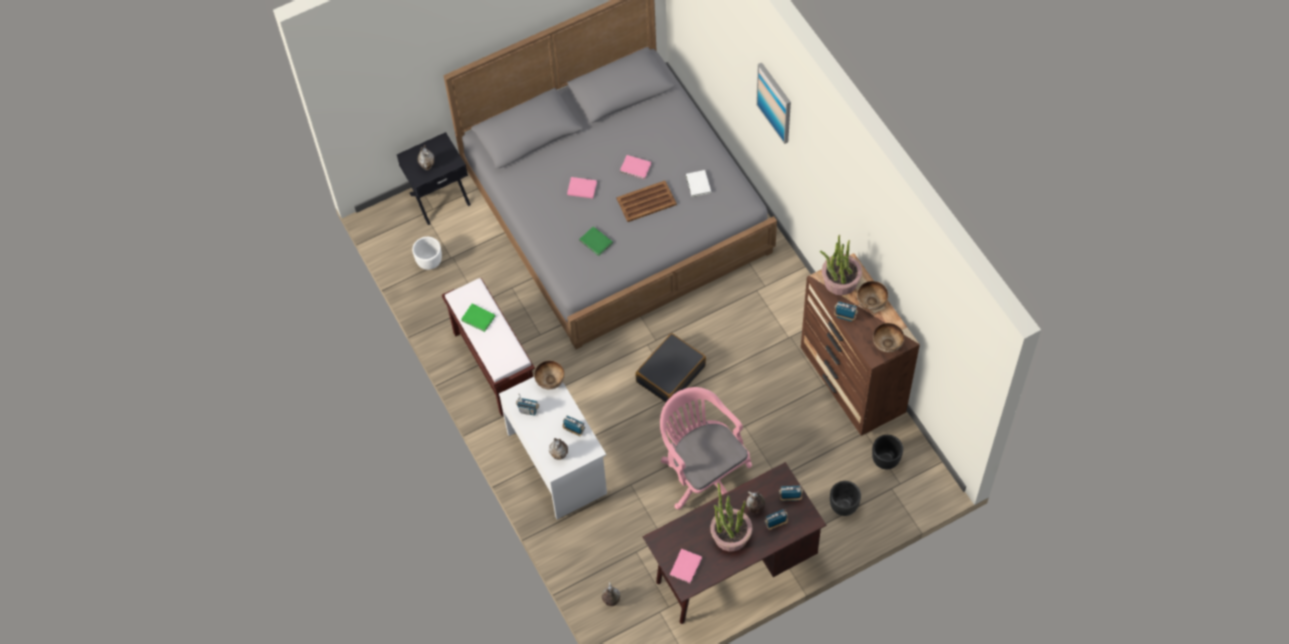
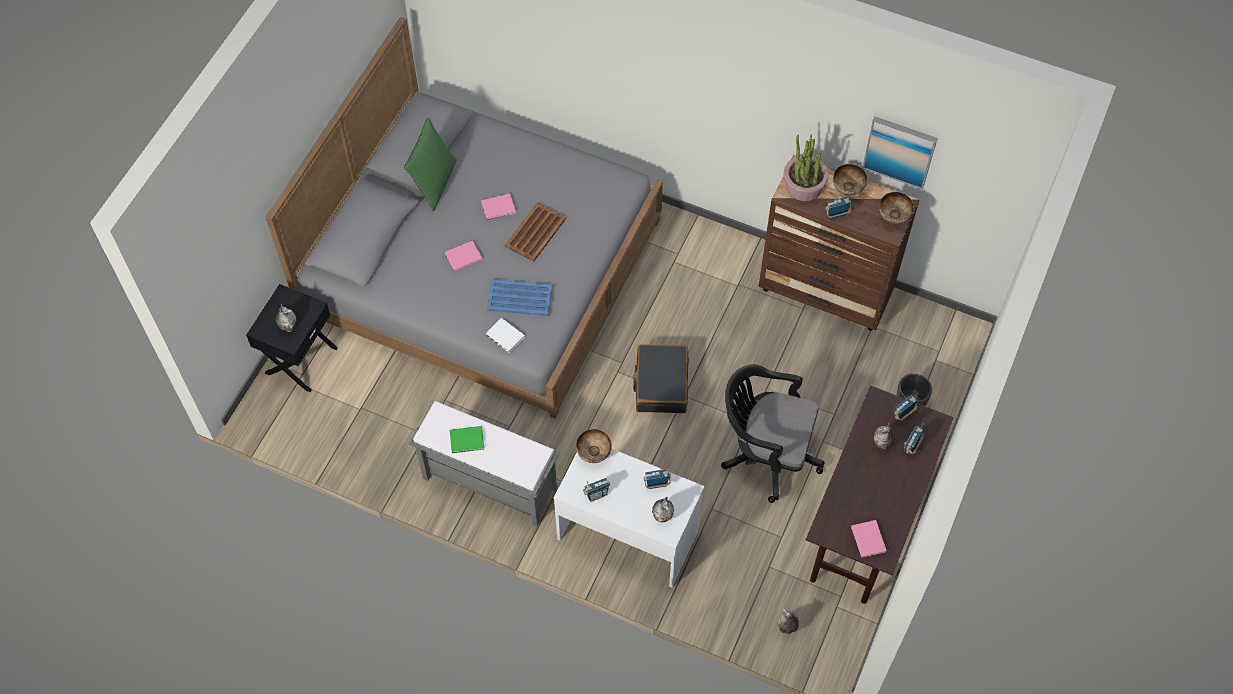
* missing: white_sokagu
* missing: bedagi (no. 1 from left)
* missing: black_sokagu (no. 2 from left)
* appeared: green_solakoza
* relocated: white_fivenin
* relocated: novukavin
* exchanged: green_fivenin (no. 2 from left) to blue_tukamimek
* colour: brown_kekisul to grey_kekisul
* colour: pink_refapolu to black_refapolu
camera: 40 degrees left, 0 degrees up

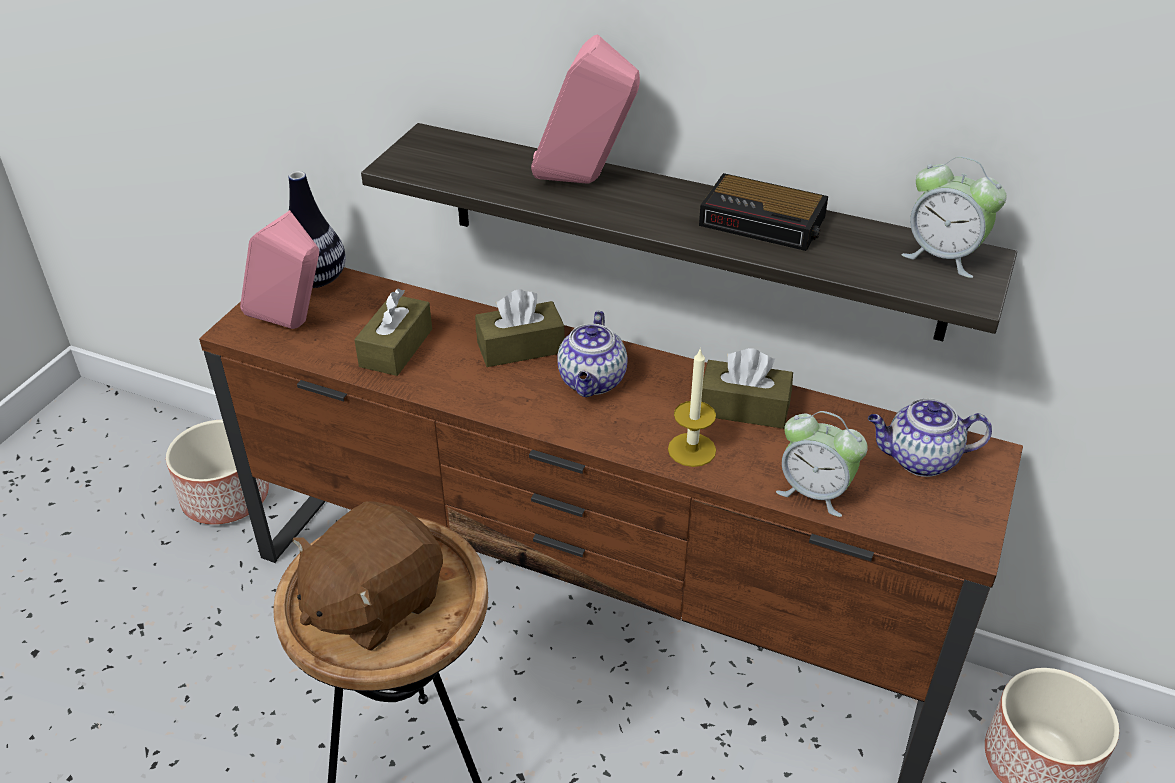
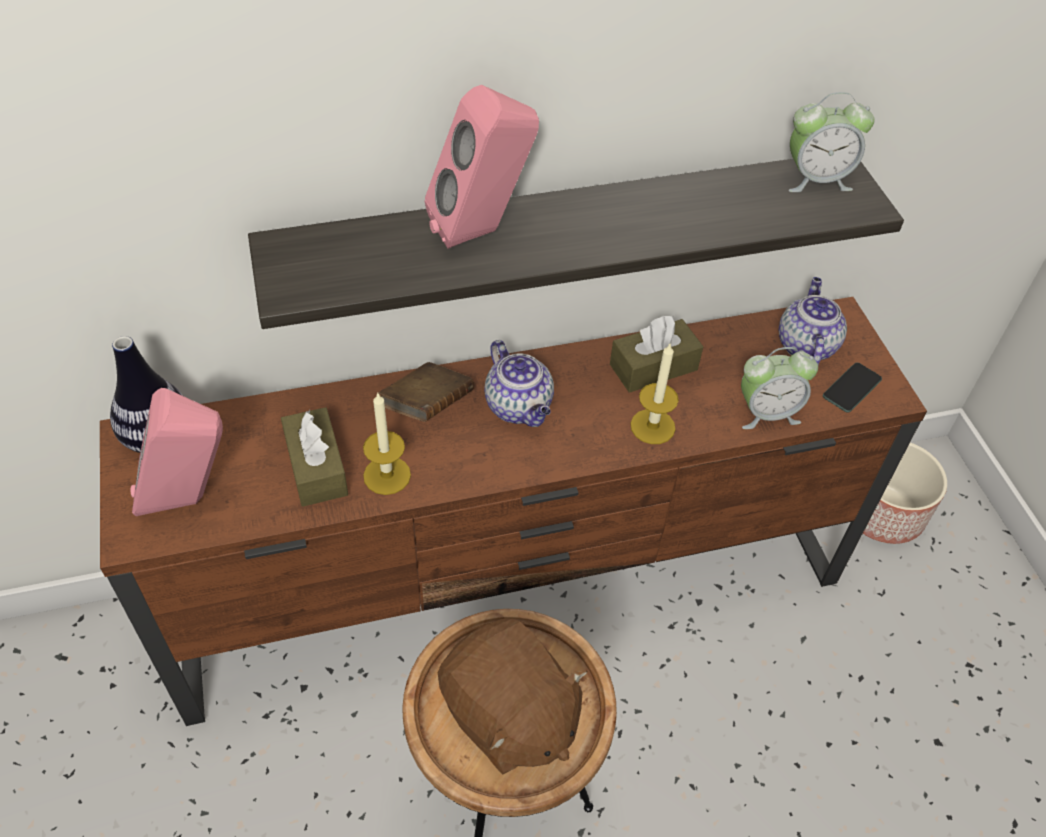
* missing: sokagu (no. 1 from left)
* missing: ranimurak (no. 1 from left)
* appeared: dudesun (no. 1 from left)
* appeared: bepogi
* exchanged: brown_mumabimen (no. 2 from left) to brown_fivenin
* spun: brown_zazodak 45 degrees counterclockwise
* spun: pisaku (no. 2 from left) 135 degrees clockwise
camera: 40 degrees left, 10 degrees up

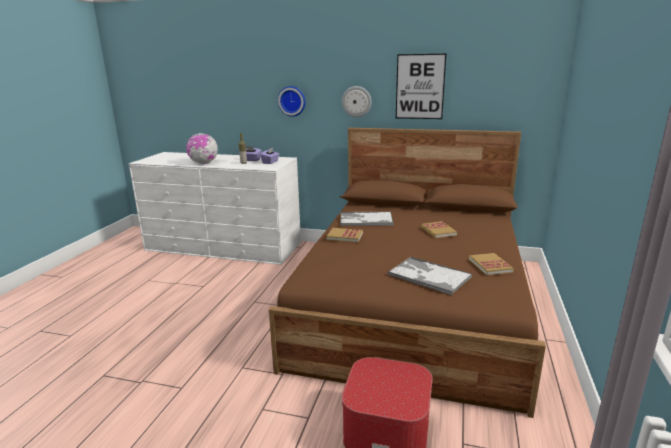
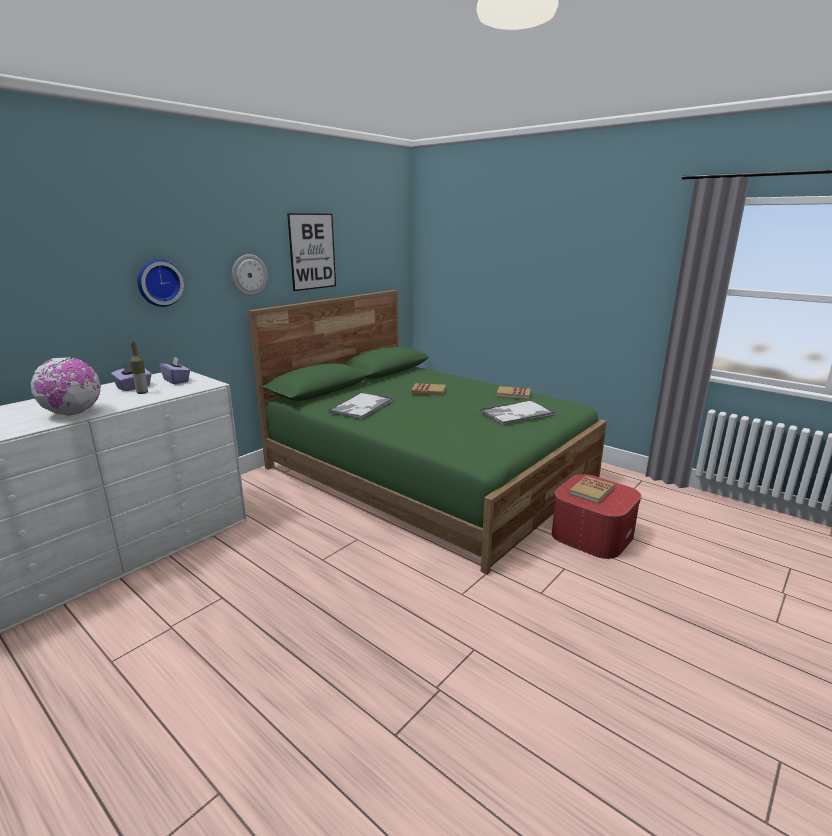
* relocated: fivenin (no. 1 from left in the first image) to fivenin (no. 3 from left)
* colour: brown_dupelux to green_dupelux
camera: 65 degrees left, 0 degrees up

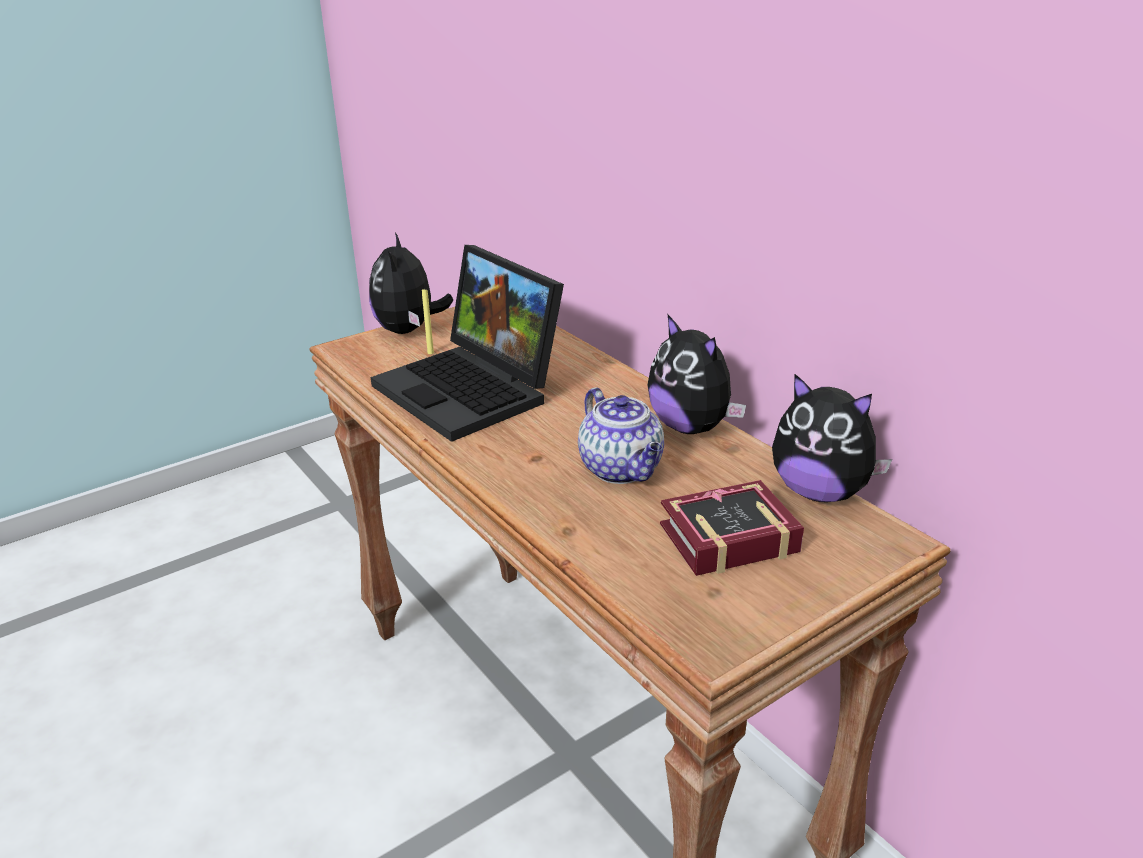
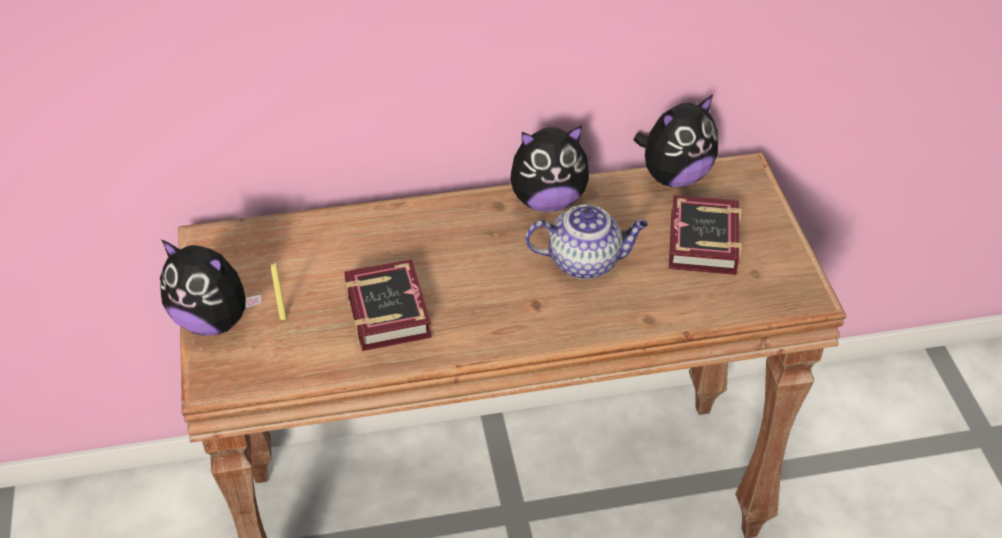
* exchanged: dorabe to fivenin (no. 1 from left)
camera: 65 degrees left, 15 degrees up

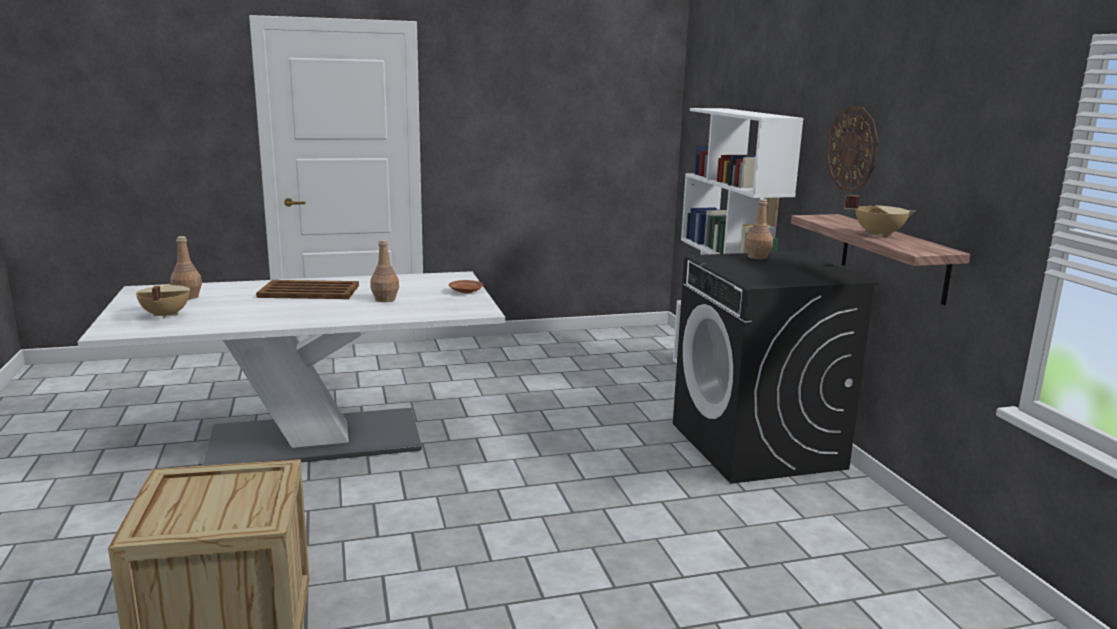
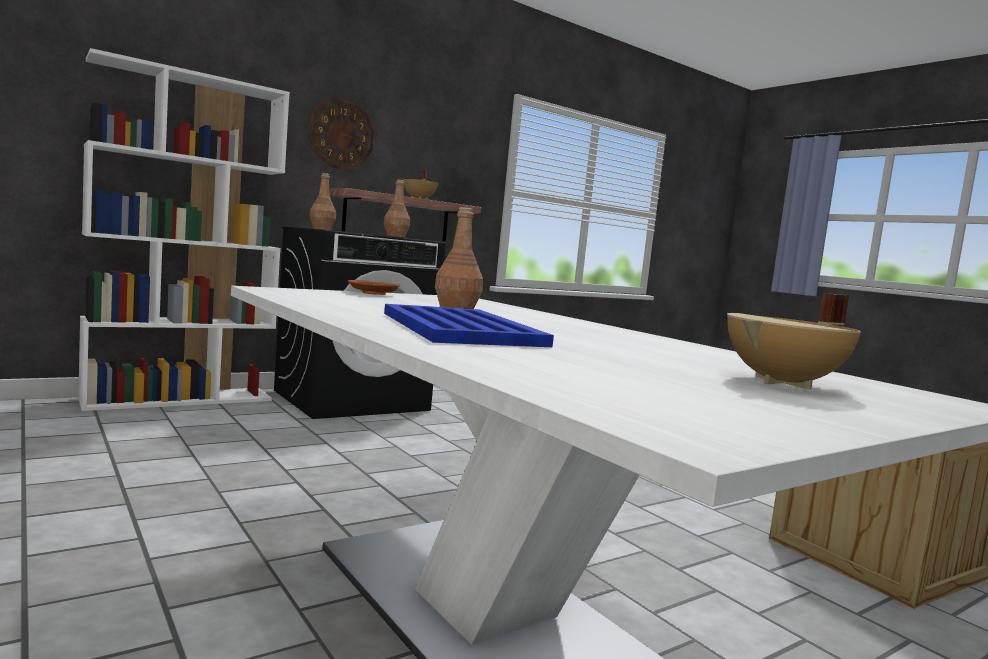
* relocated: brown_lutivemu (no. 1 from left in the first image) to brown_lutivemu (no. 2 from left)
* colour: brown_tukamimek to blue_tukamimek
camera: 110 degrees left, 10 degrees down

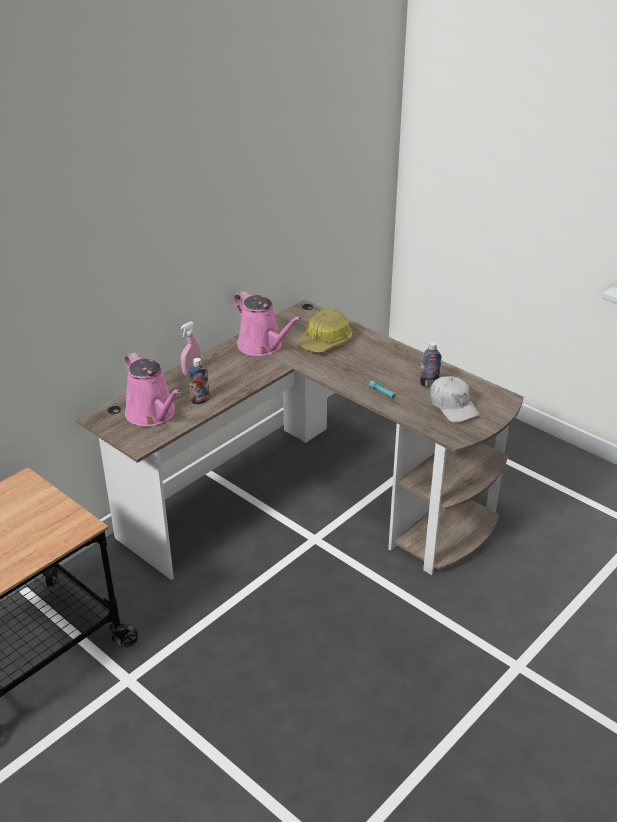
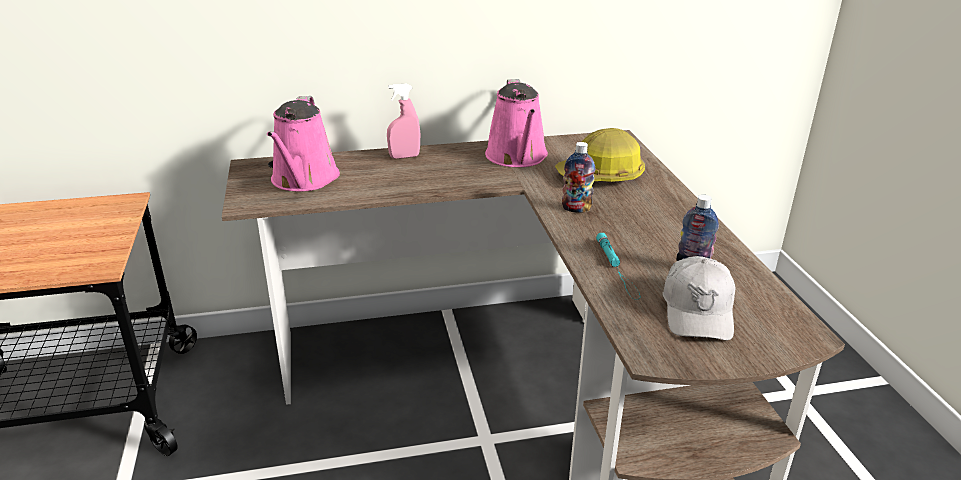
* relocated: lutivemu (no. 1 from left)
camera: 35 degrees right, 5 degrees down

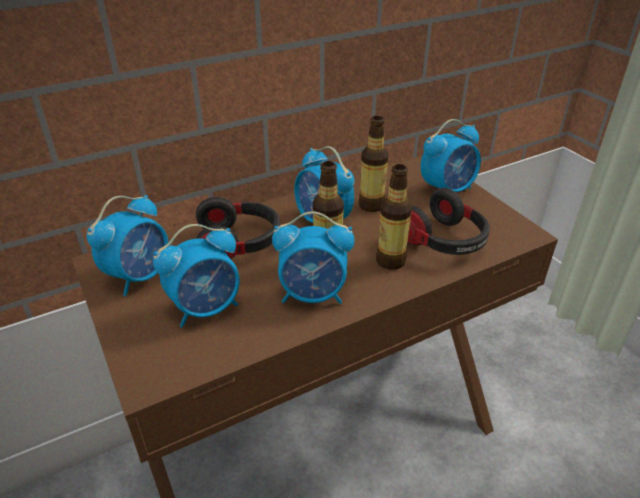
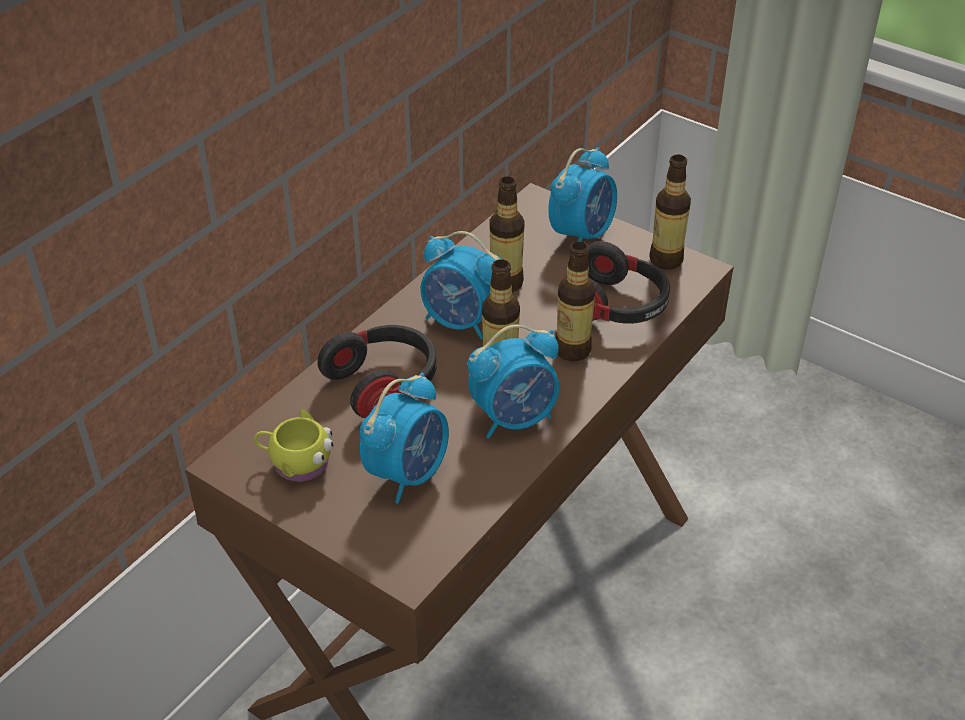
* appeared: lutivemu (no. 4 from left)
* exchanged: ranimurak (no. 1 from left) to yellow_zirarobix
camera: 25 degrees left, 5 degrees up

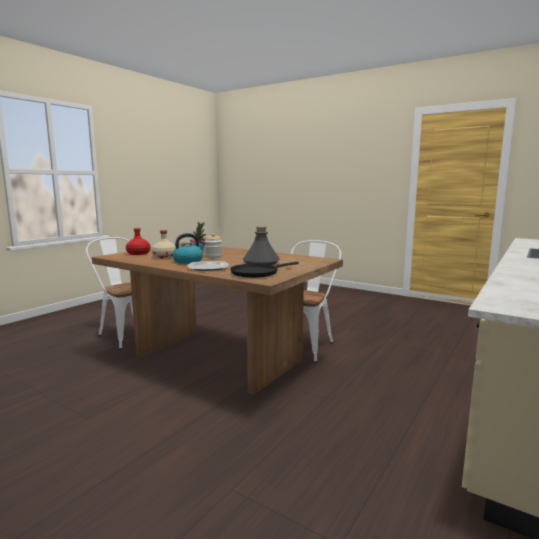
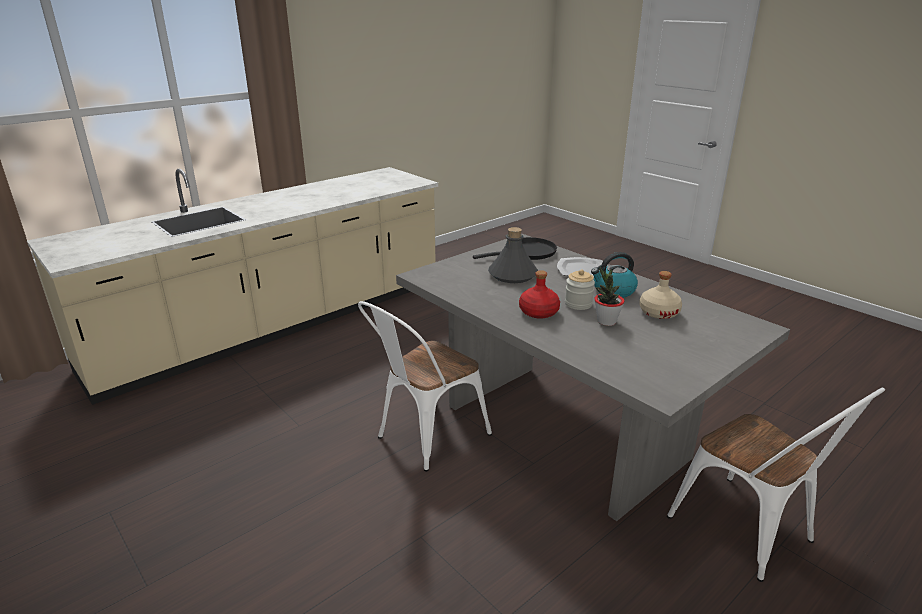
* relocated: red_lutivemu
* colour: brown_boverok to grey_boverok
camera: 165 degrees left, 15 degrees up

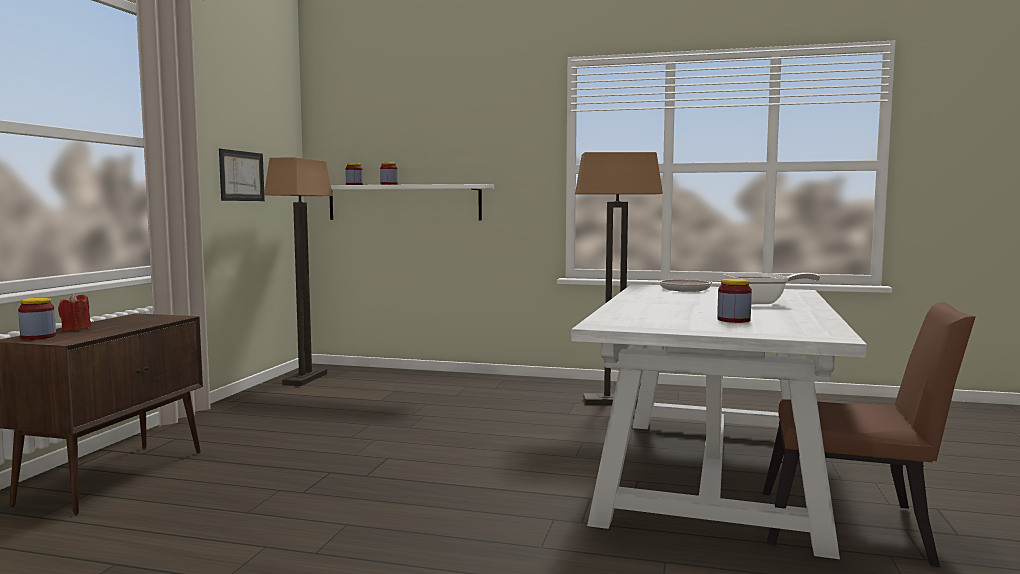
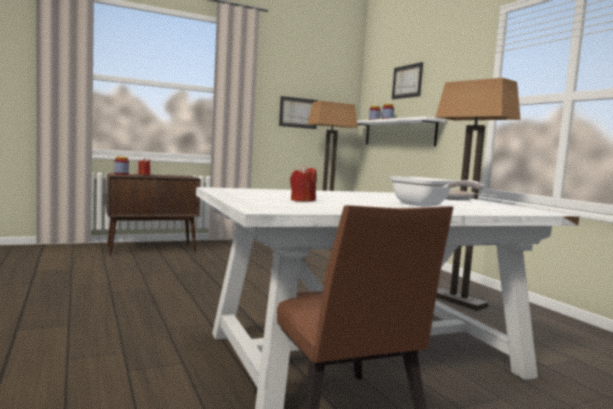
* appeared: novukavin (no. 2 from left)
* exchanged: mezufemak (no. 4 from left) to red_dudesun (no. 2 from left)
camera: 50 degrees right, 0 degrees up

